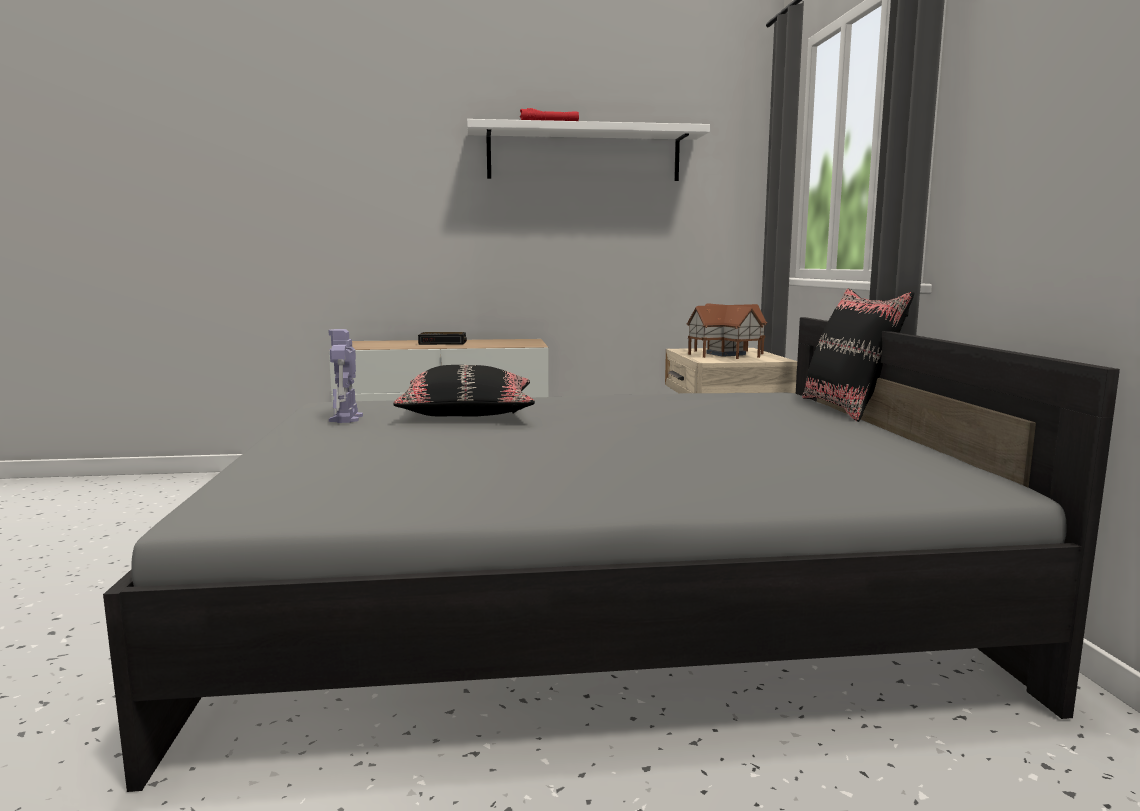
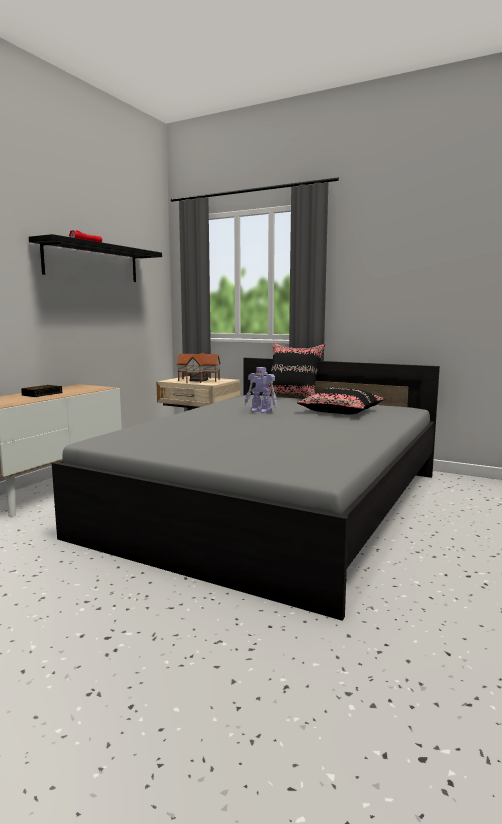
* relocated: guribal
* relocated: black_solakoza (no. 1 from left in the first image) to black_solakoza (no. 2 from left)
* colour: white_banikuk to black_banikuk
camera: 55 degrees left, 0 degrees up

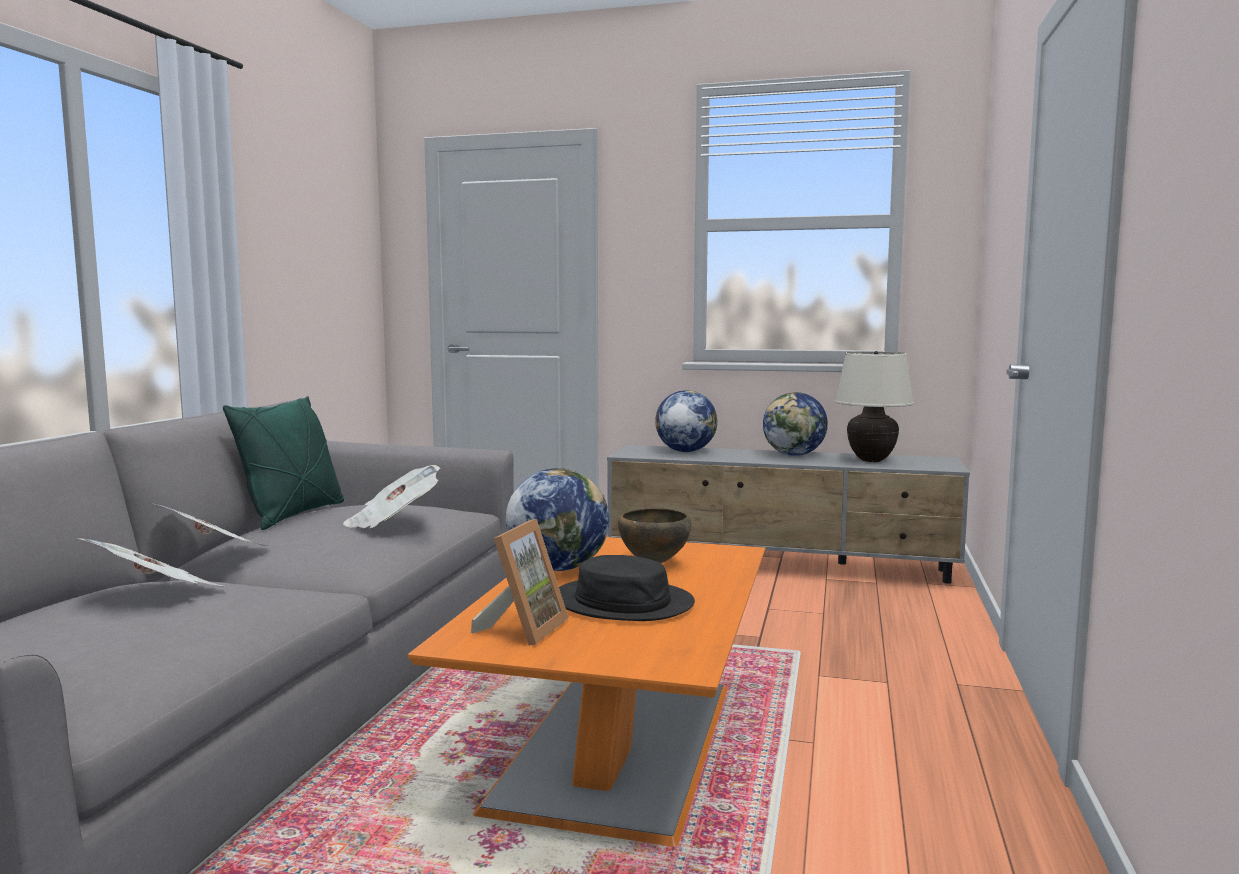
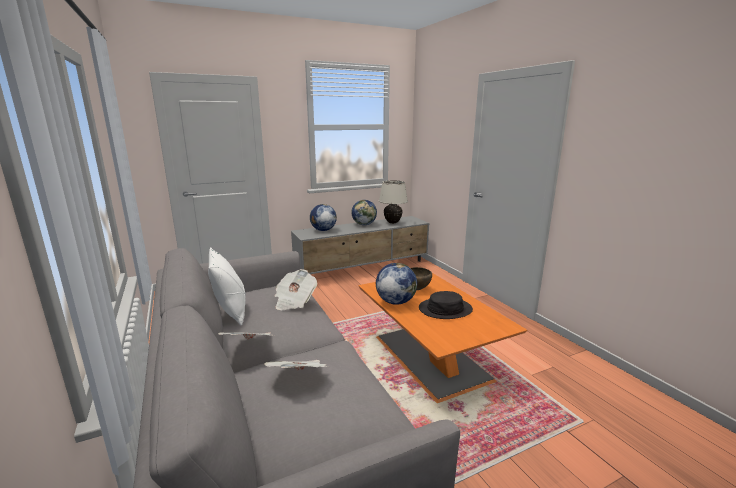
* missing: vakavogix
* colour: green_solakoza to white_solakoza
camera: 40 degrees left, 10 degrees up

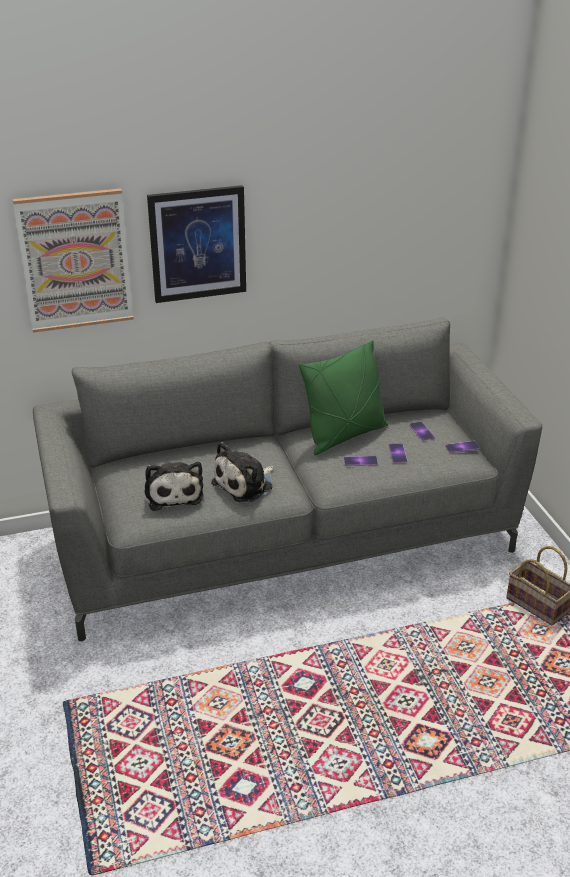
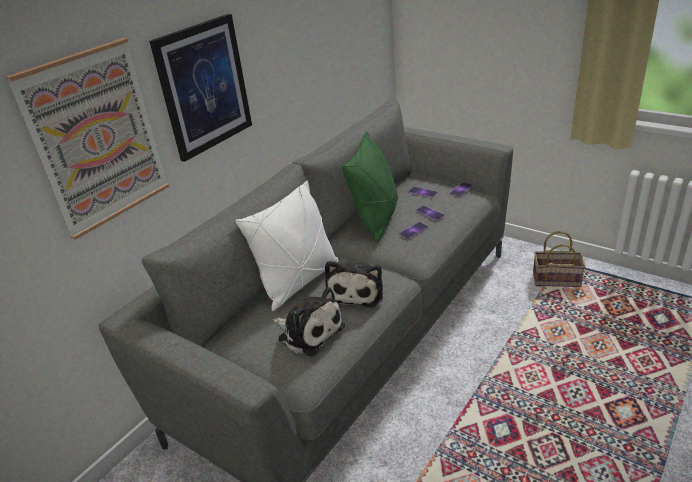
* appeared: white_solakoza
camera: 35 degrees left, 0 degrees up

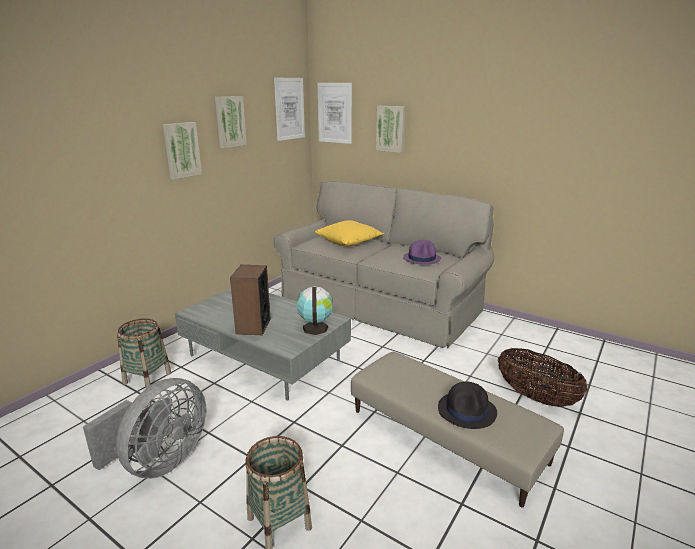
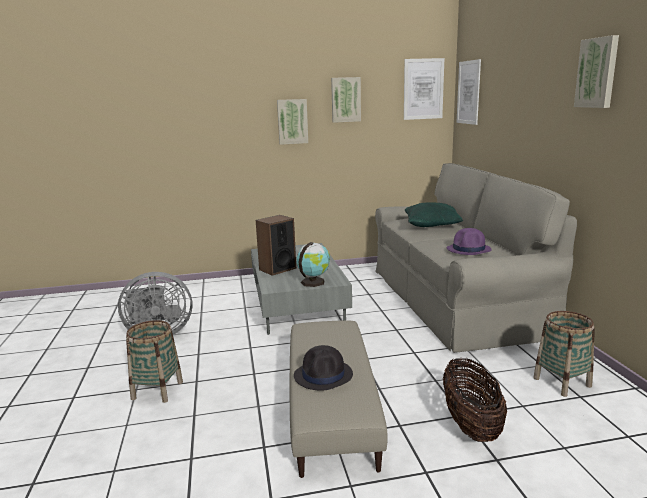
* relocated: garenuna (no. 1 from left in the first image) to garenuna (no. 3 from left)
* relocated: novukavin (no. 5 from left)
* colour: yellow_solakoza to green_solakoza
camera: 45 degrees right, 5 degrees down

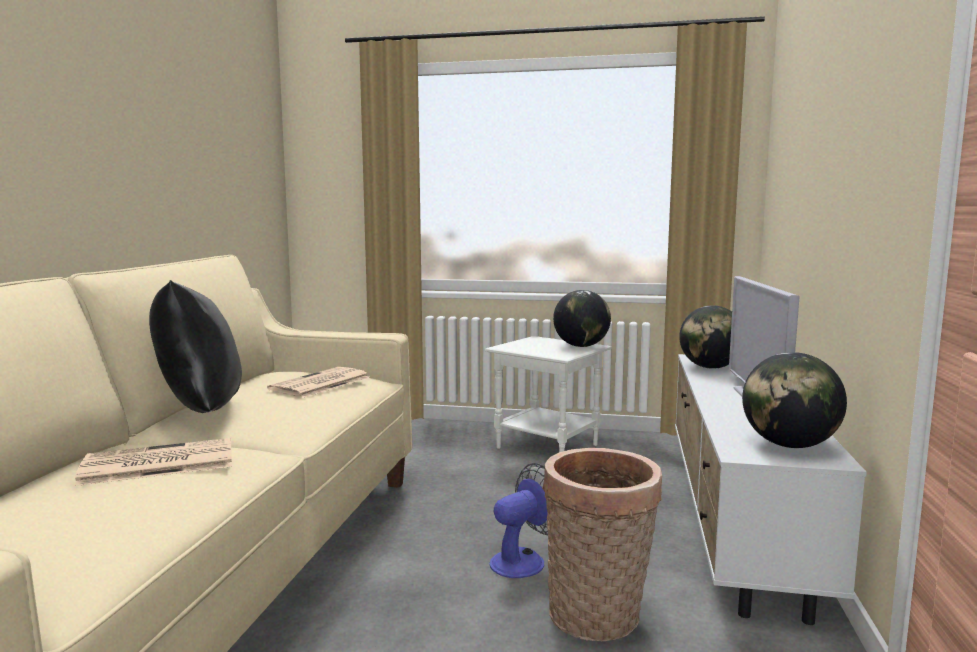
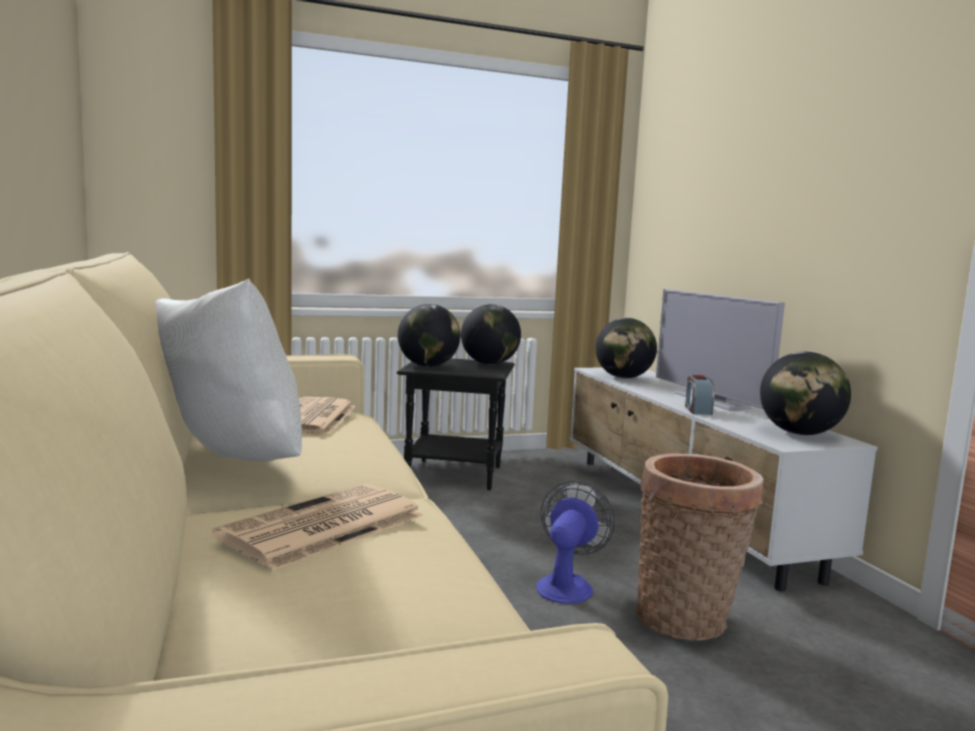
* appeared: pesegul (no. 1 from left)
* appeared: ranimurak
* colour: black_solakoza to white_solakoza
* colour: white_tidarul to black_tidarul
camera: 30 degrees left, 0 degrees up

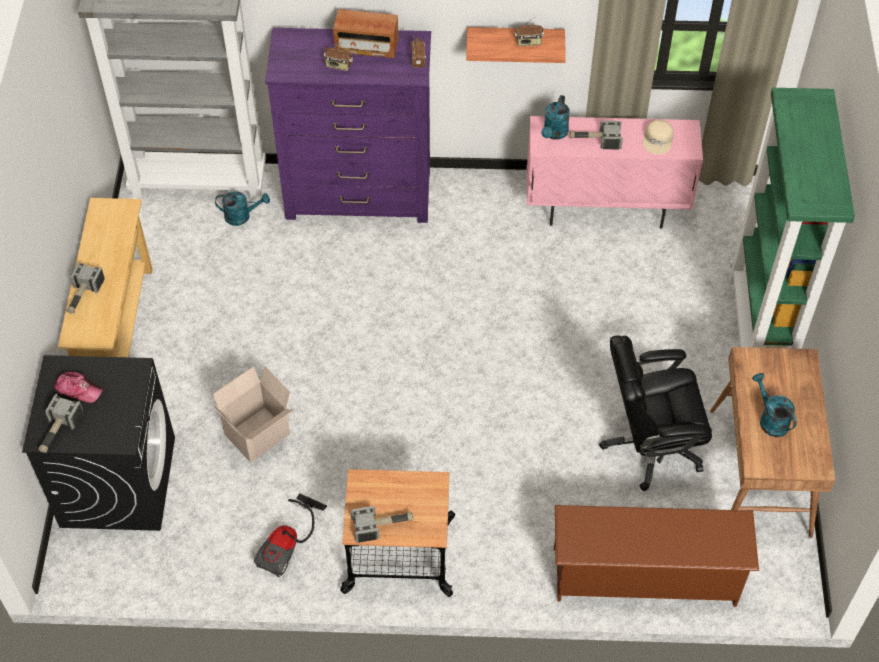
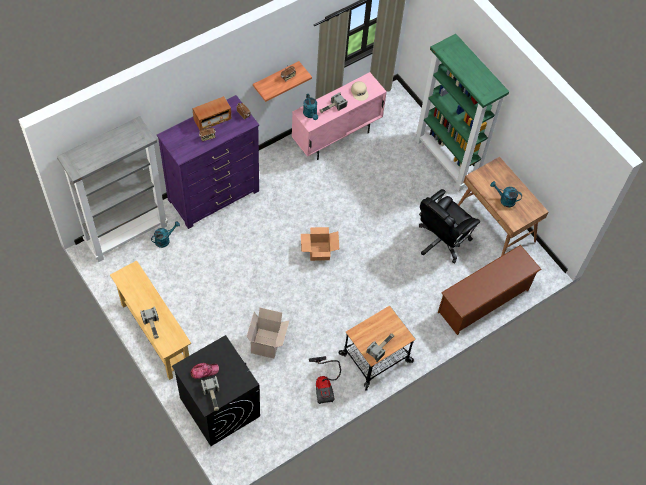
* appeared: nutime (no. 2 from left)
camera: 40 degrees left, 5 degrees up

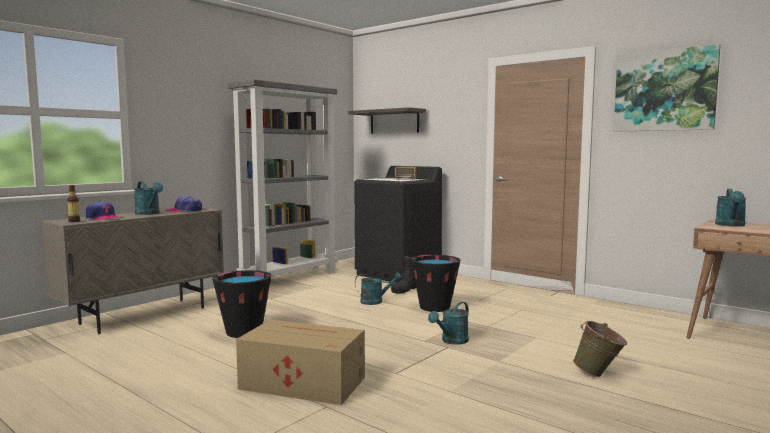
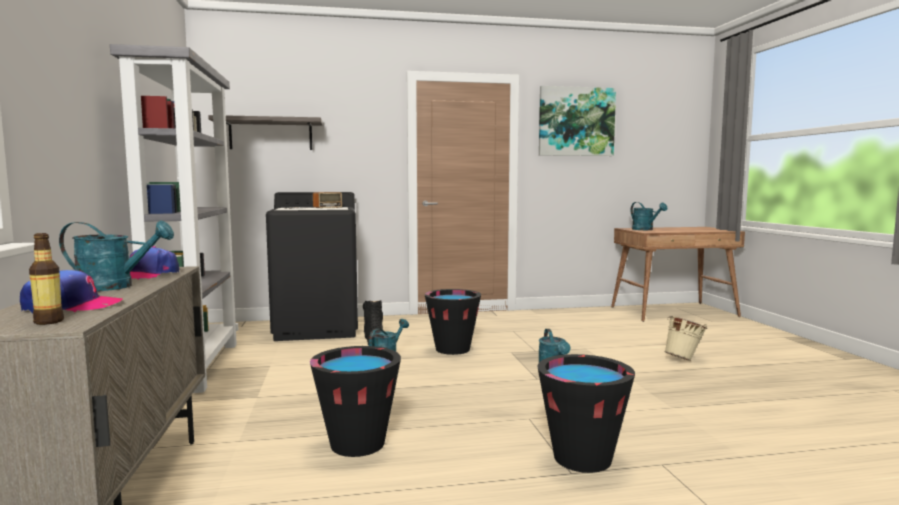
* exchanged: nutime to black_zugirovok (no. 3 from left)
* colour: green_zugirovok to beige_zugirovok
camera: 50 degrees left, 0 degrees up

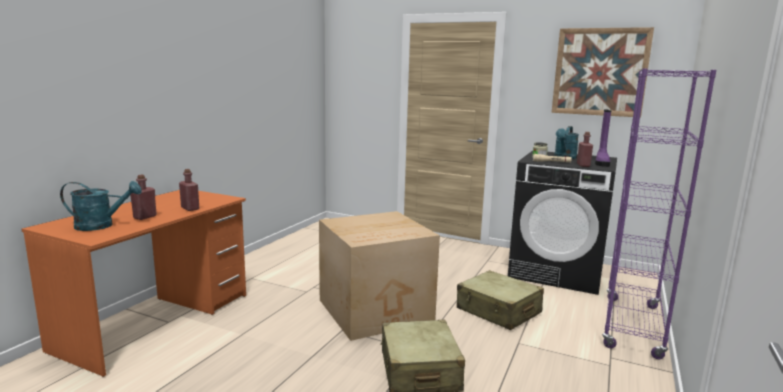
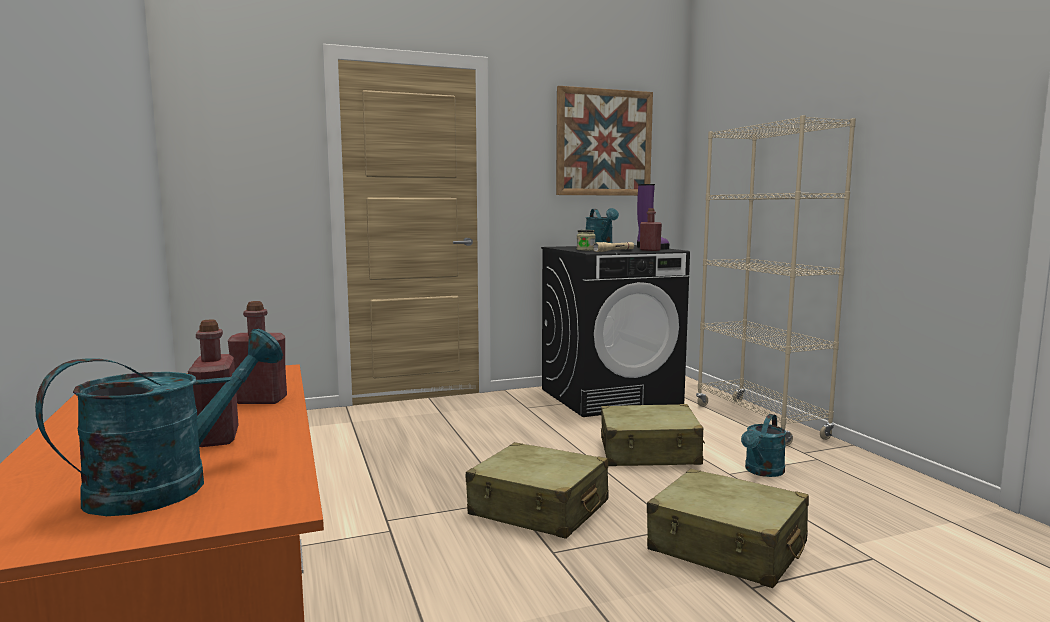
* appeared: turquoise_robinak (no. 3 from left)
* exchanged: nutime to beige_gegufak (no. 1 from left)
* colour: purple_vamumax to beige_vamumax
camera: 45 degrees left, 5 degrees down

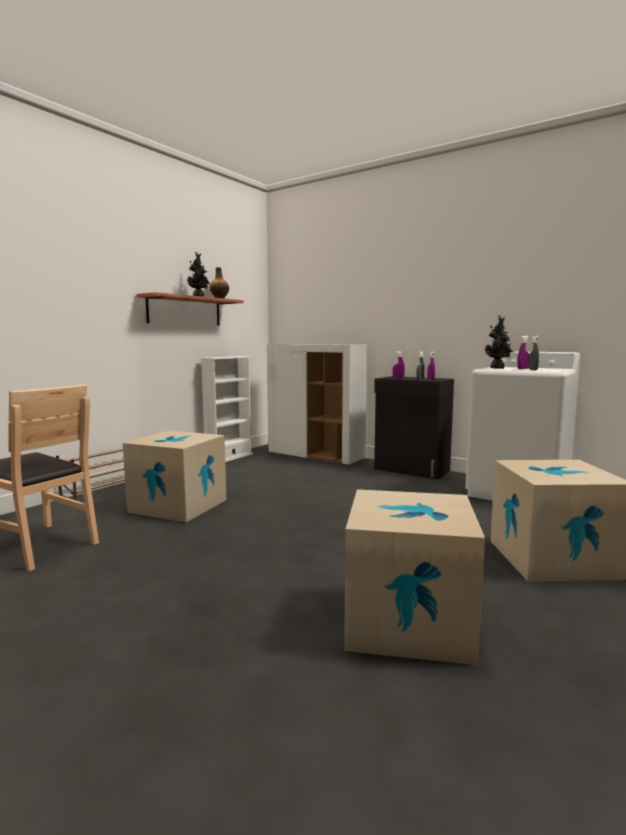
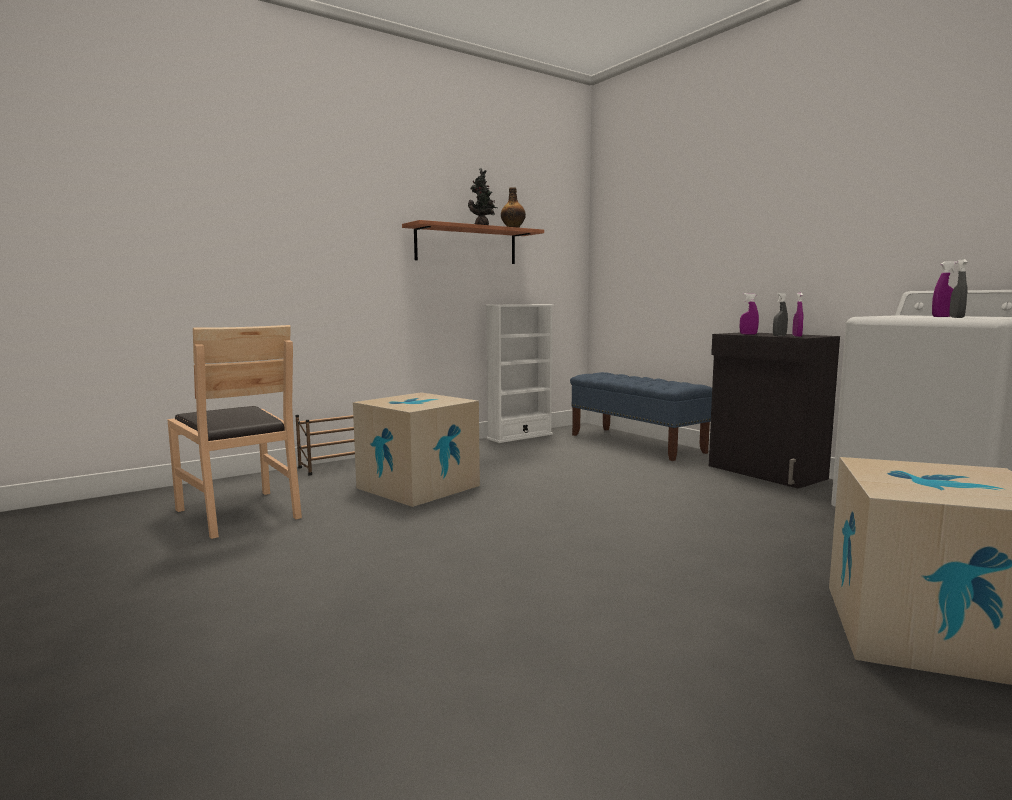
* missing: nutime (no. 2 from left)
* missing: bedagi (no. 2 from left)
* exchanged: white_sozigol to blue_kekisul
camera: 20 degrees right, 0 degrees up

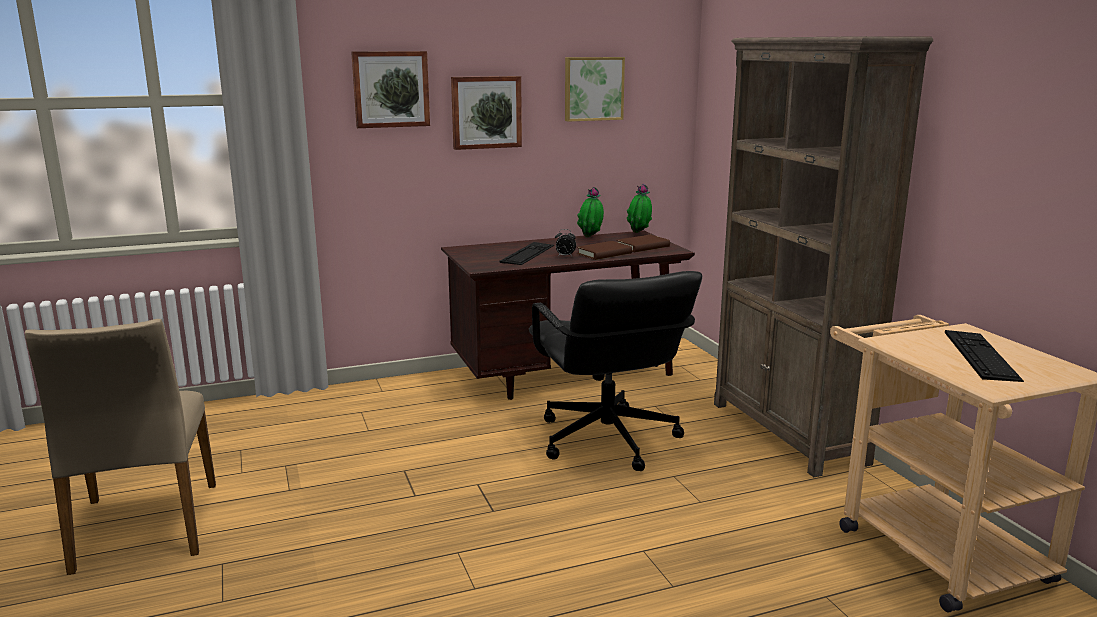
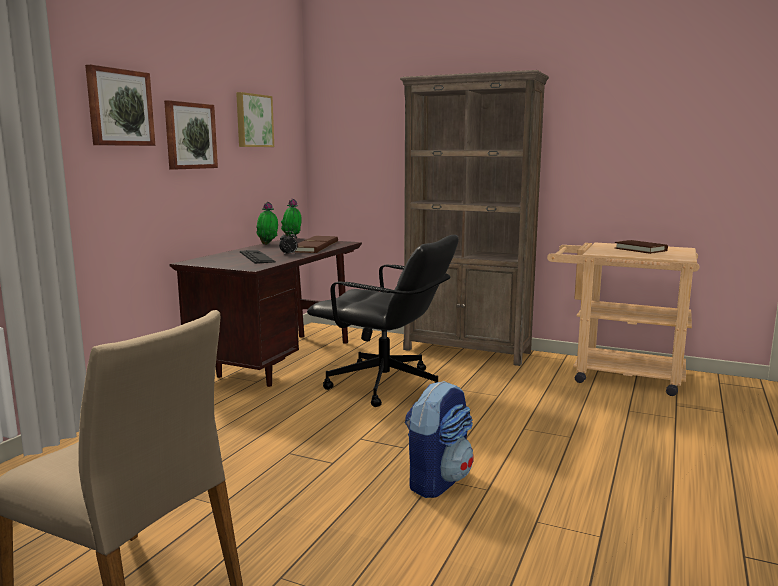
* appeared: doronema
* exchanged: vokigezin (no. 2 from left) to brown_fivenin (no. 3 from left)
camera: 45 degrees left, 5 degrees down

